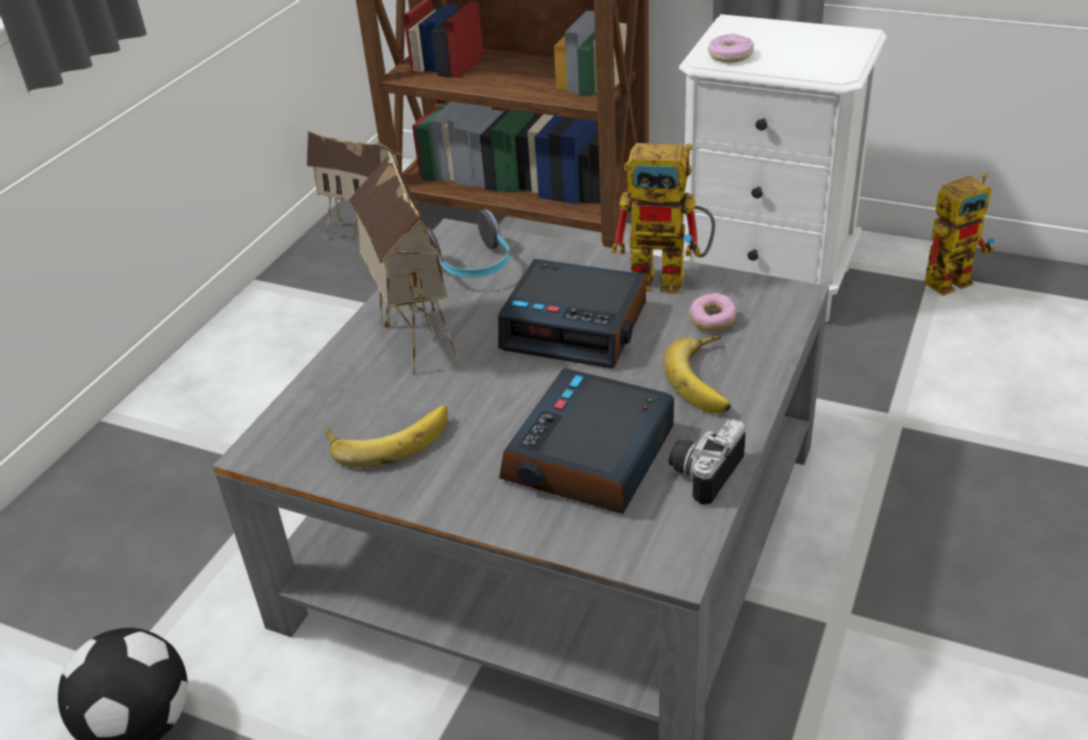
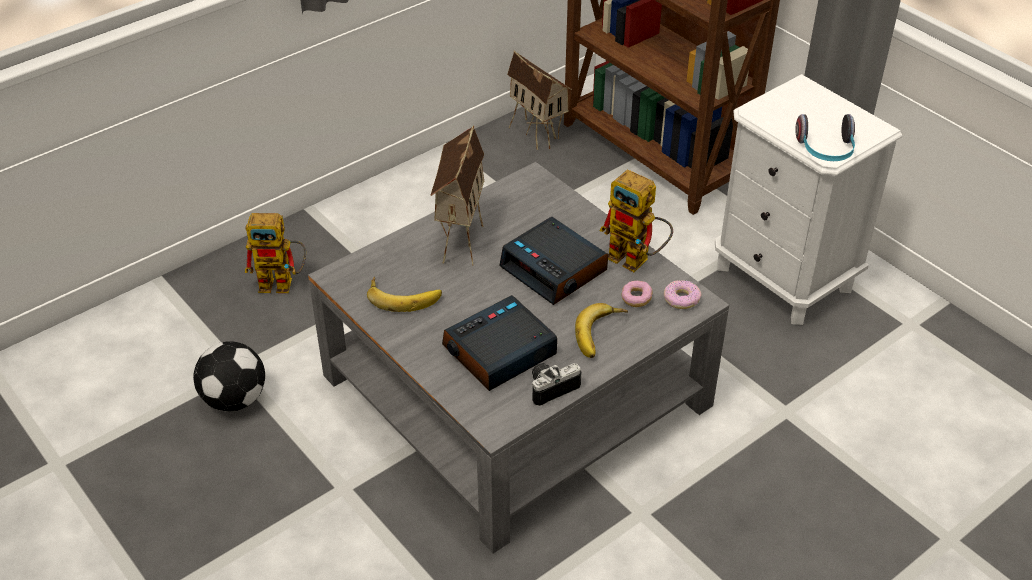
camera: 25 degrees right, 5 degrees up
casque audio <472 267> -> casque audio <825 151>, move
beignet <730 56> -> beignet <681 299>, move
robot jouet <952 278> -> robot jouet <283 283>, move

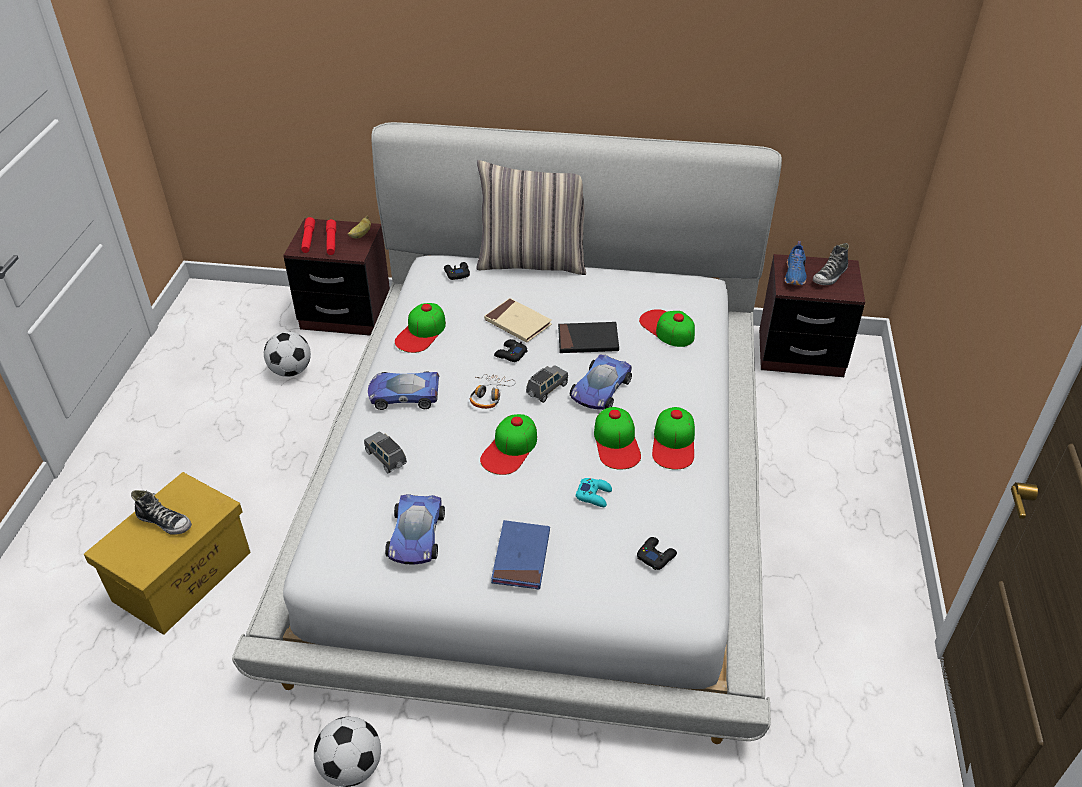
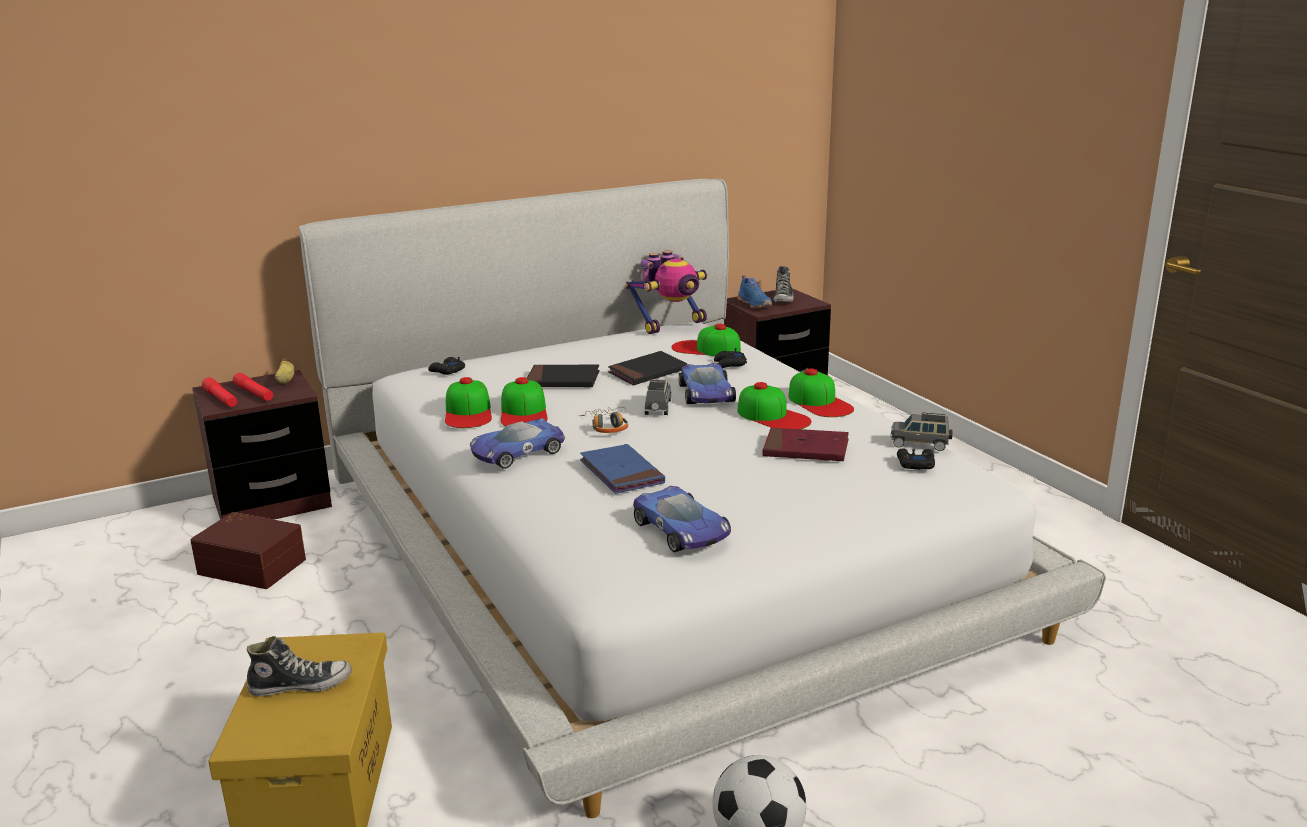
camera: 35 degrees left, 20 degrees down
ballon de foot <290 371> -> boîte de rangement/marron <253 565>
petite voiture/gris <386 458> -> petite voiture/gris <920 444>, move
coussin <533 261> -> none
casquette <510 449> -> casquette <524 412>, move
livre/beige <518 323> -> livre/noir <562 380>
livre/bleu <521 557> -> livre/bleu <621 473>, move
manette/noir <510 354> -> manette/noir <729 364>, move
manette/turquoise <594 495> -> livre/rouge <805 449>
none -> robot jouet <670 325>

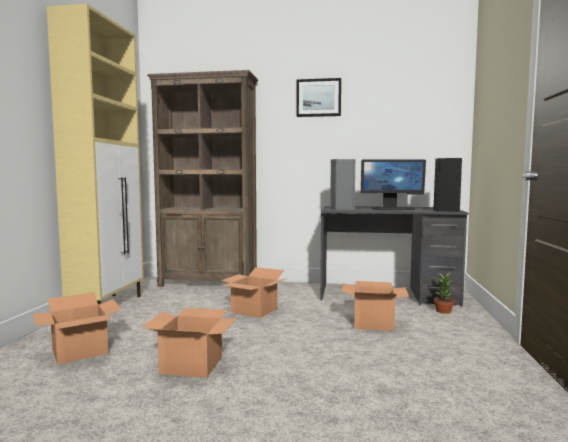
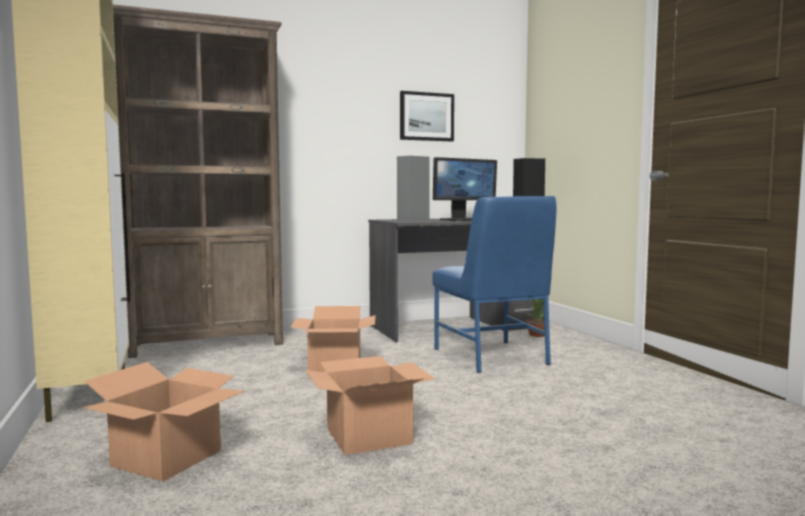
camera: 30 degrees left, 0 degrees up
tableau <318 98> -> tableau <426 116>, move
carton <372 323> -> chaise/bleu <492 356>

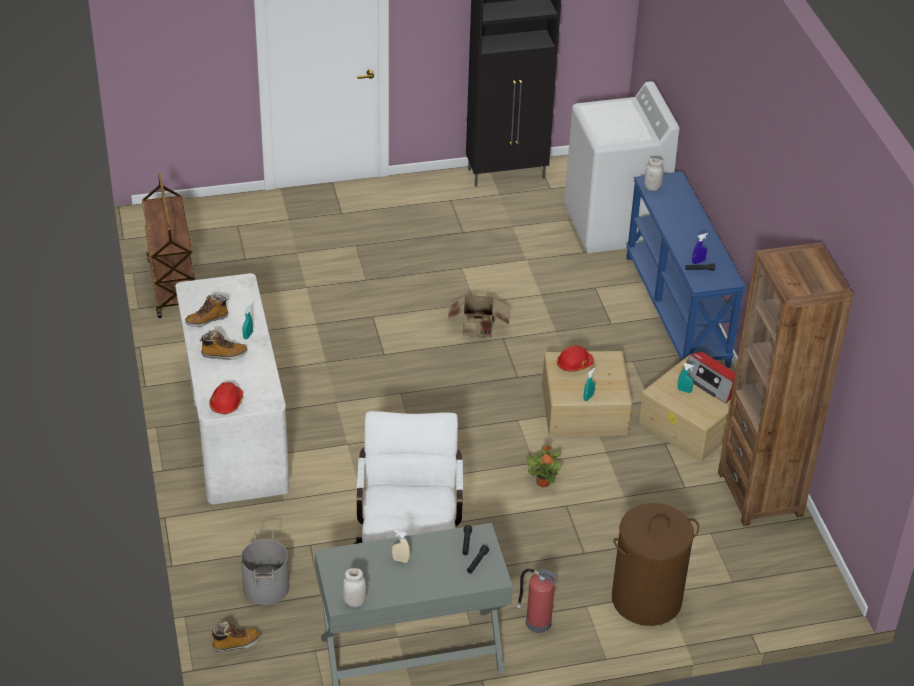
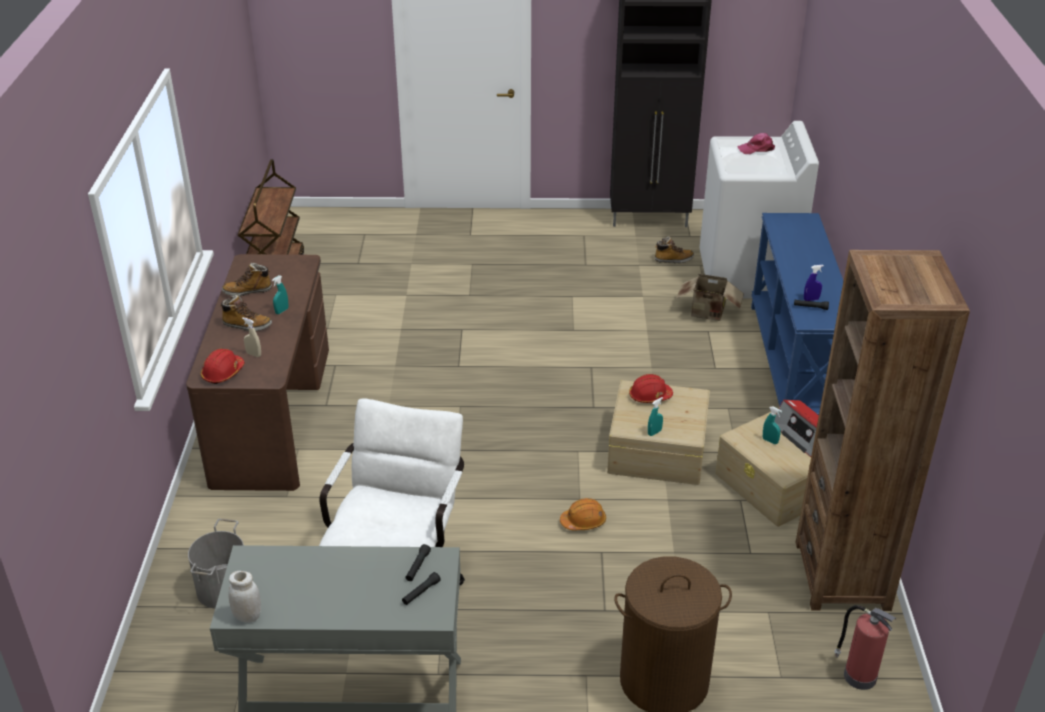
camera: 15 degrees right, 5 degrees down
bureau/blanc <234 426> -> bureau/marron <272 414>
botte <236 643> -> botte <673 260>, move
vaporisateur/beige <400 560> -> vaporisateur/beige <254 354>, move
carton <478 330> -> carton <708 314>, move
extincteur <537 622> -> extincteur <858 675>, move
plante en pot <543 482> -> casque de chantier/orange <583 521>
bocal/blanc <652 187> -> none
none -> casquette/rose <756 149>

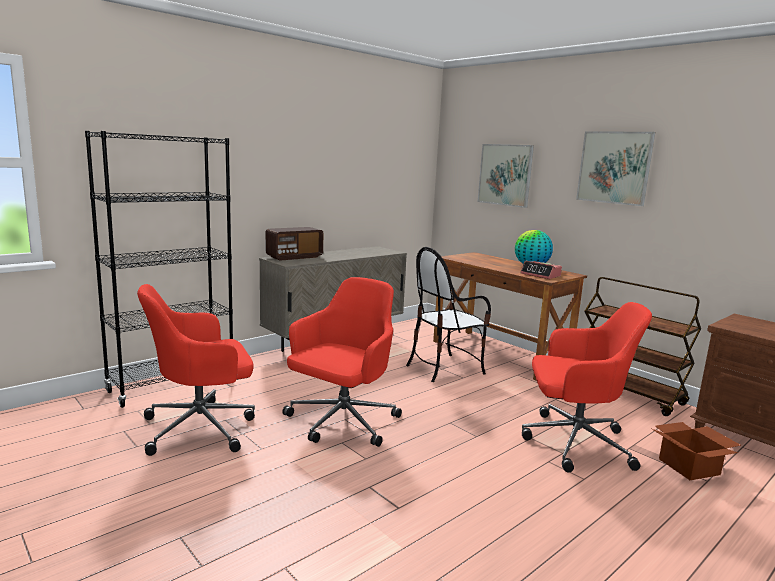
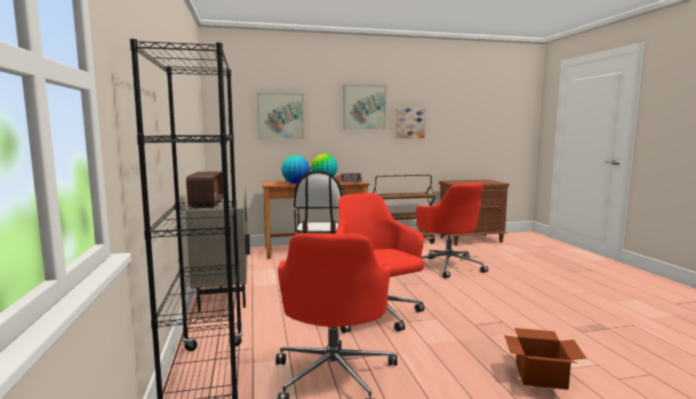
camera: 60 degrees left, 5 degrees down
chaise de bureau/rouge <573 442> -> chaise de bureau/rouge <448 266>, 120 degrees clockwise
carton <690 467> -> carton <541 375>, move
none -> globe <296 183>
none -> tableau <409 123>

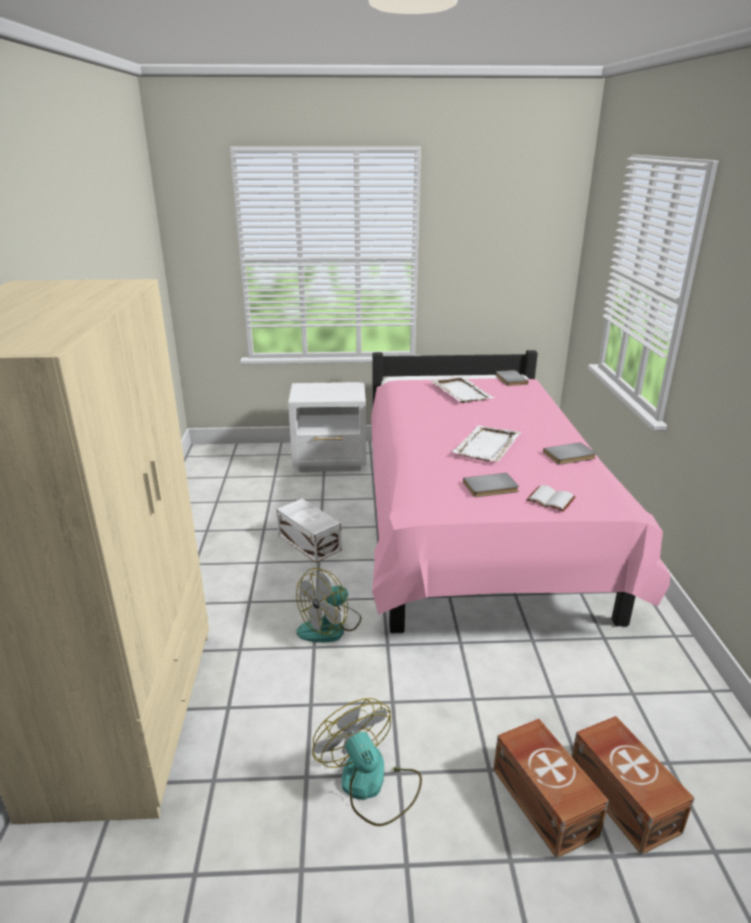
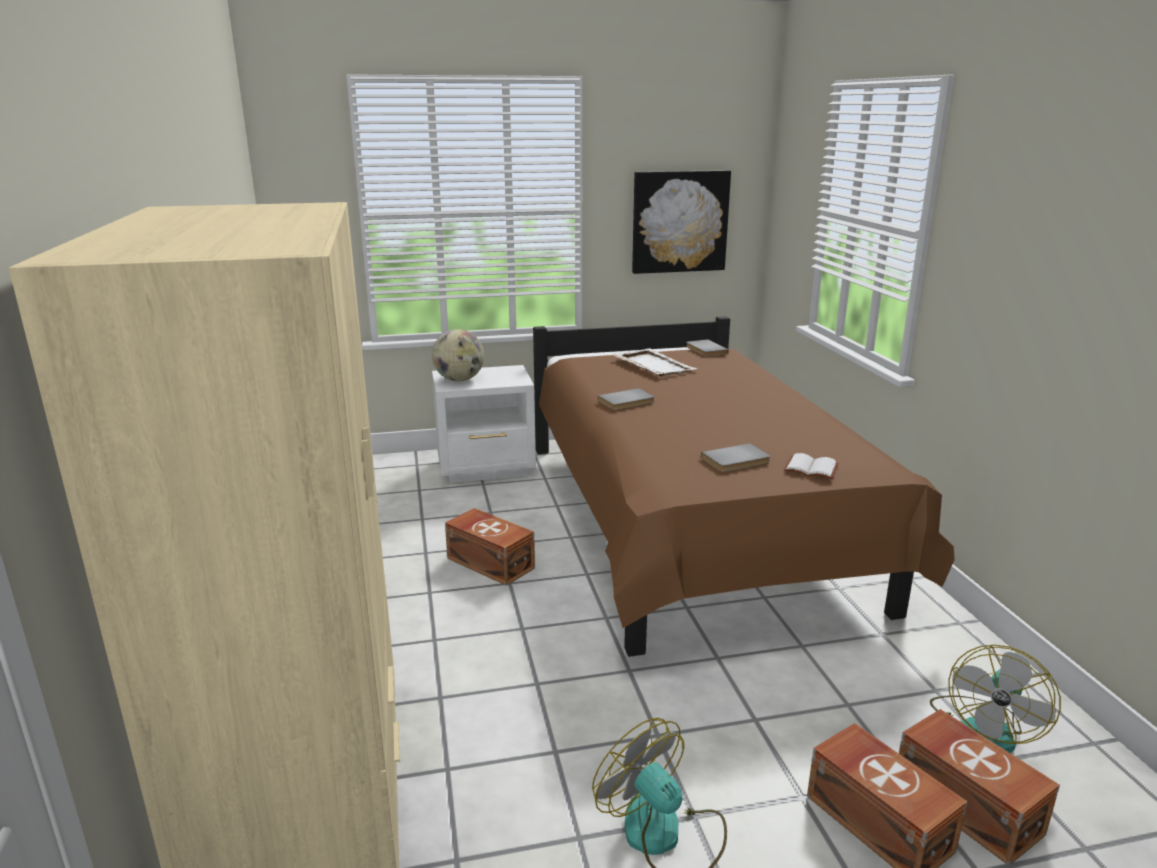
camera: 10 degrees left, 5 degrees down
boîte de rangement/blanc <309 542> -> boîte de rangement/marron <490 562>
ventilateur <330 626> -> ventilateur <983 730>, move
lit/rose <475 526> -> lit/marron <690 526>
plateau/blanc <486 446> -> none
livre/gris <570 456> -> livre/gris <627 402>, move
none -> globe <459 380>
none -> tableau <679 221>

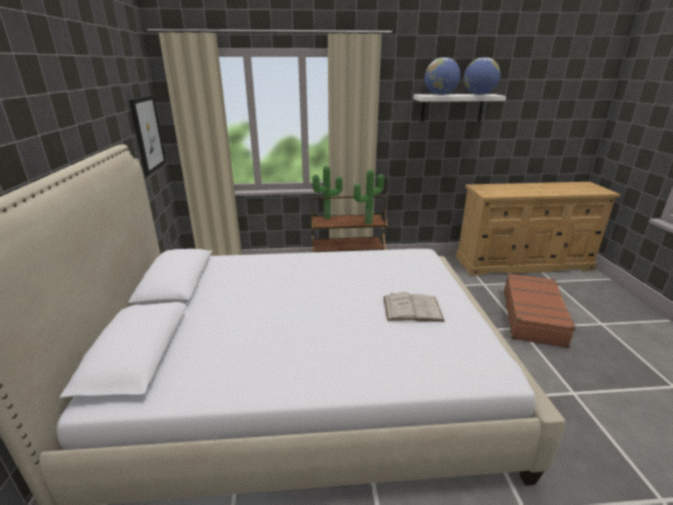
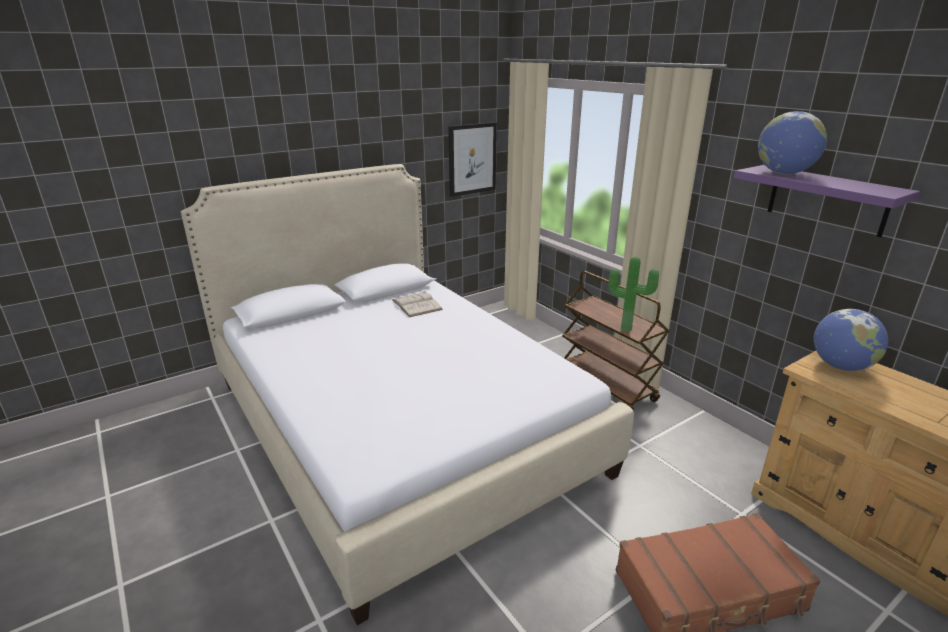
camera: 60 degrees right, 0 degrees up
plante en pot <328 218> -> none
livre/blanc <412 308> -> livre/blanc <417 305>, move
étagère/blanc <452 107> -> étagère/violet <827 200>
globe <479 94> -> globe <841 366>, move

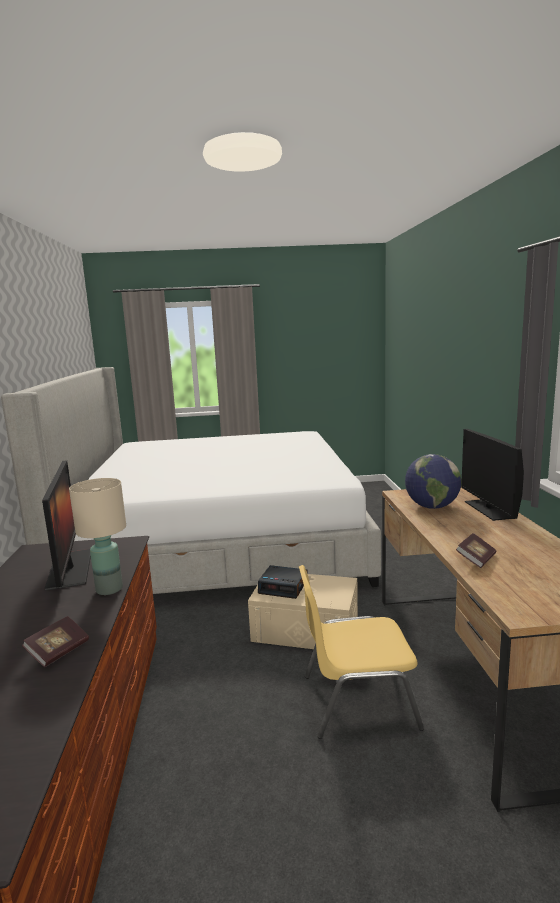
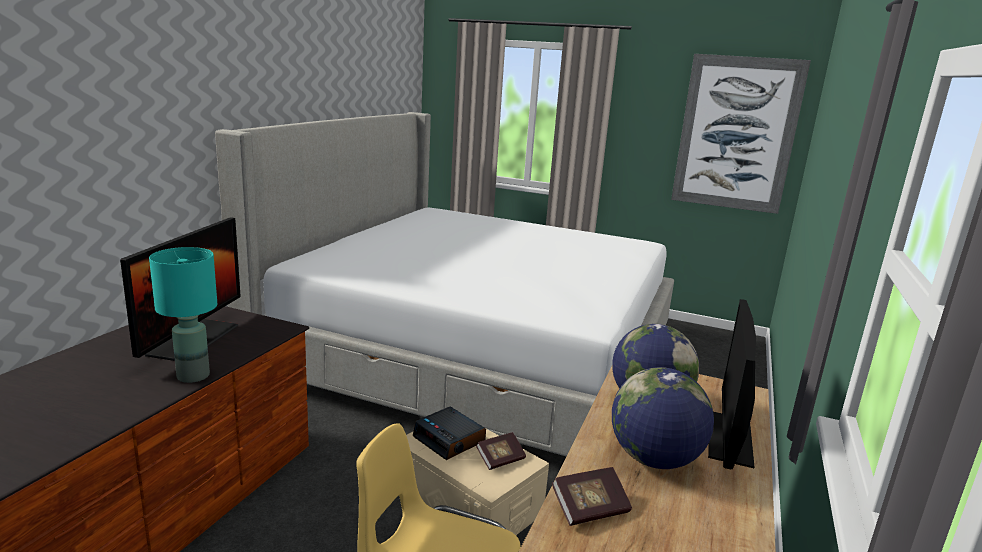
camera: 25 degrees right, 5 degrees up
livre <58 651> -> livre <500 459>, move
lampe de table/beige <108 589> -> lampe de table/turquoise <192 376>
none -> globe <654 459>
none -> tableau <736 134>

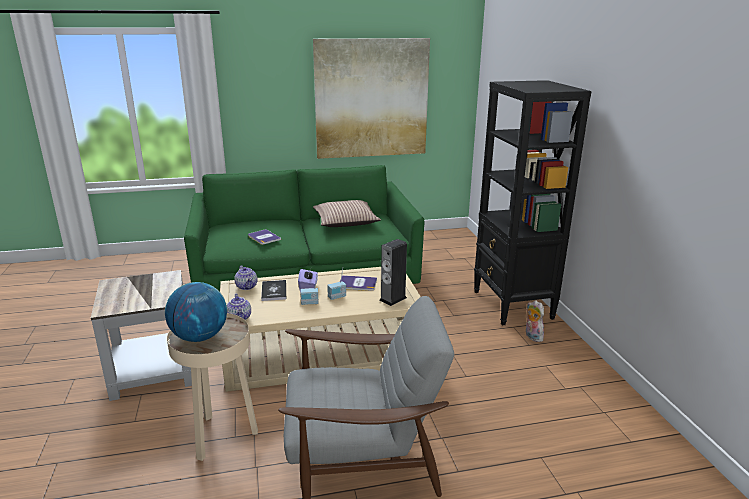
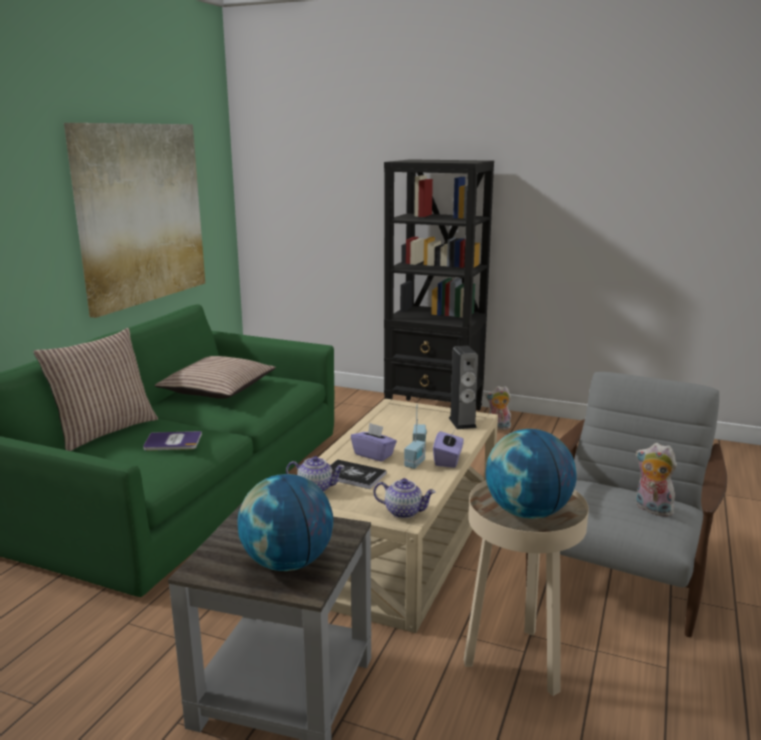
camera: 55 degrees left, 5 degrees down
livre <357 284> -> none
none -> coussin <105 430>
none -> globe <287 563>
none -> boîte à mouchoirs/violet <448 460>
none -> peluche <651 509>

